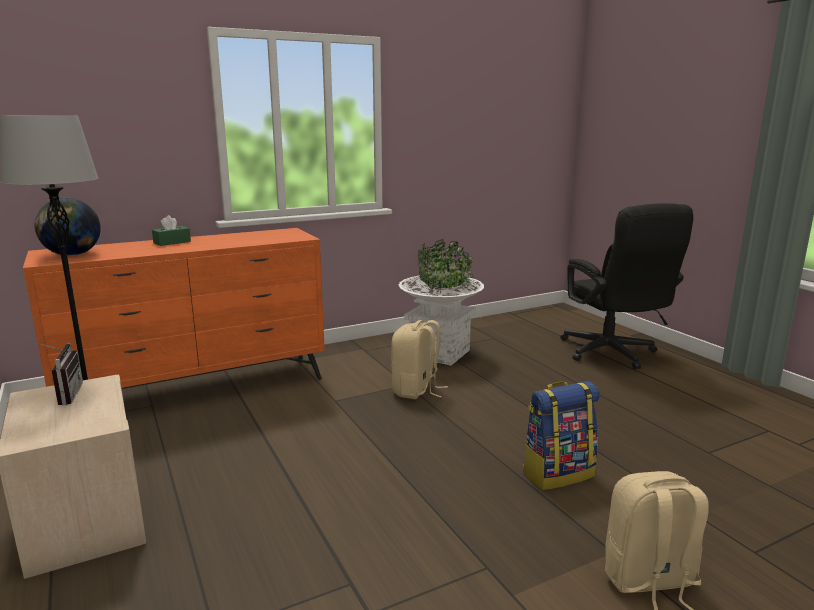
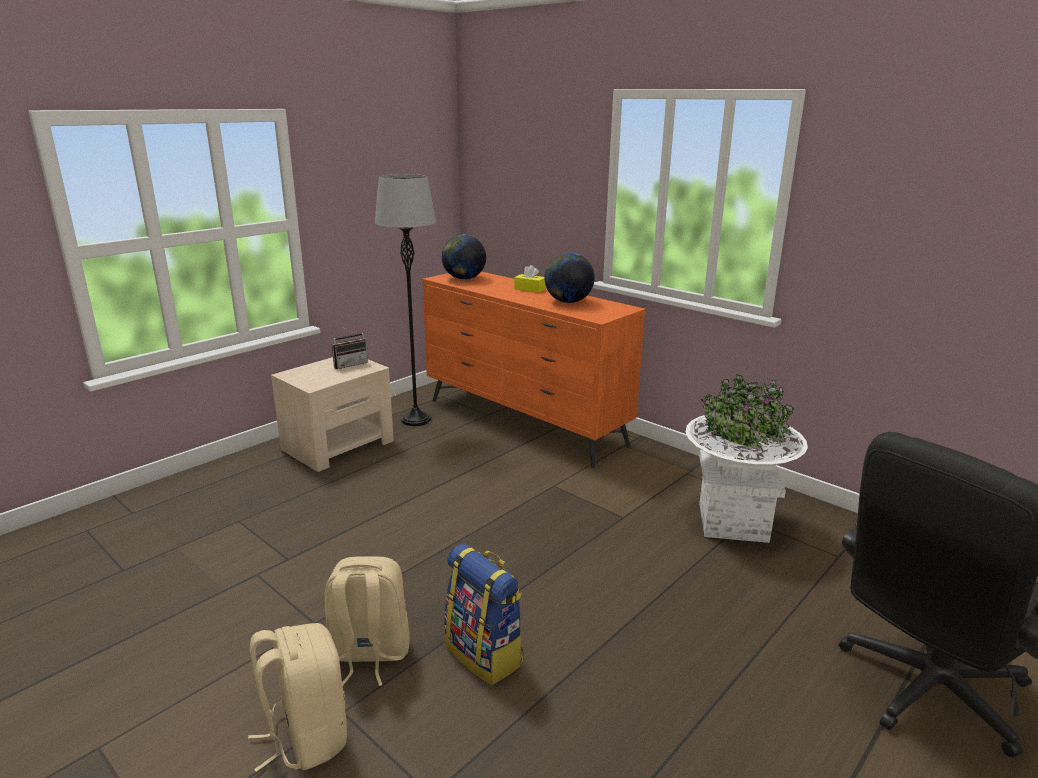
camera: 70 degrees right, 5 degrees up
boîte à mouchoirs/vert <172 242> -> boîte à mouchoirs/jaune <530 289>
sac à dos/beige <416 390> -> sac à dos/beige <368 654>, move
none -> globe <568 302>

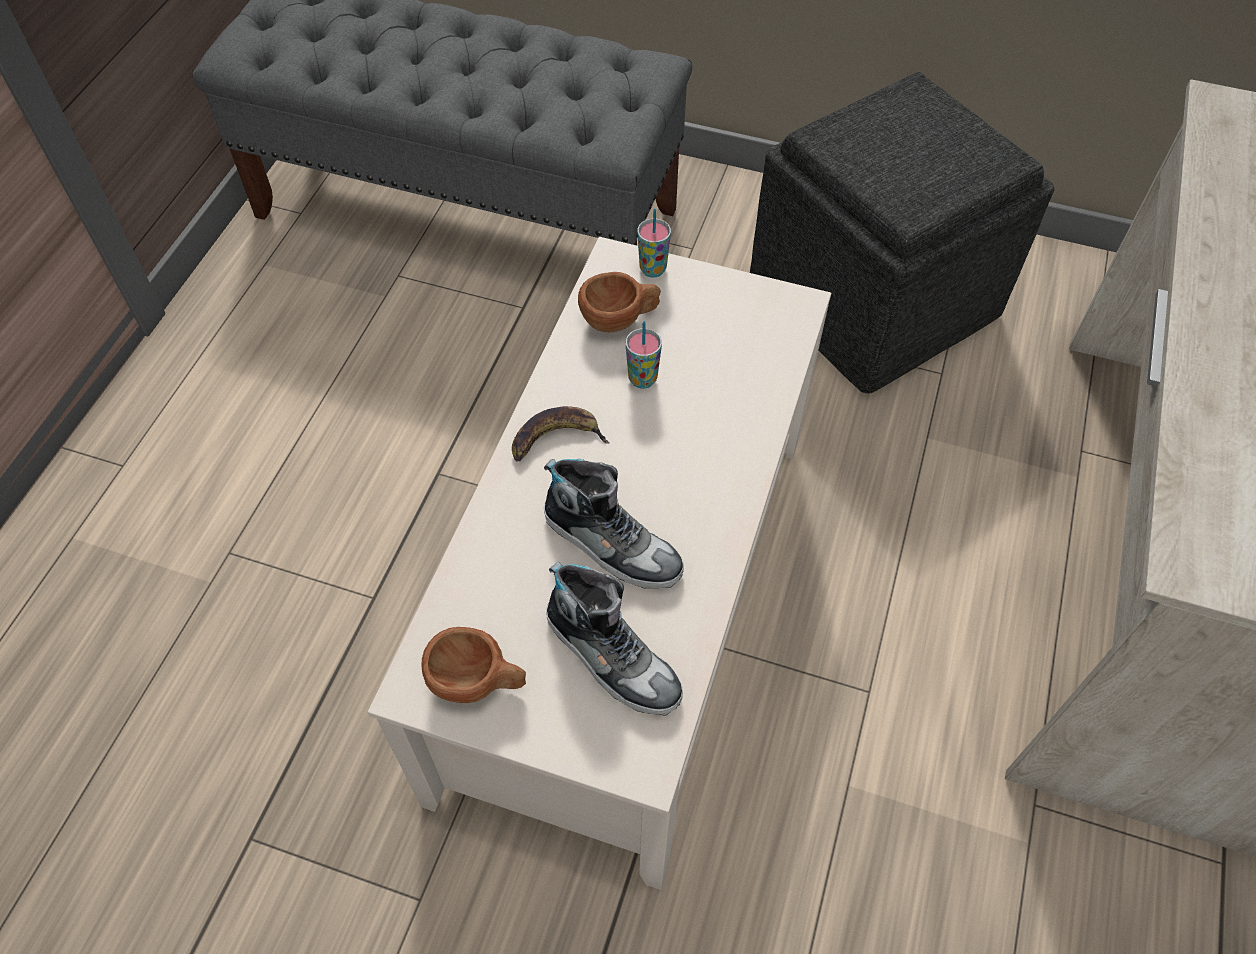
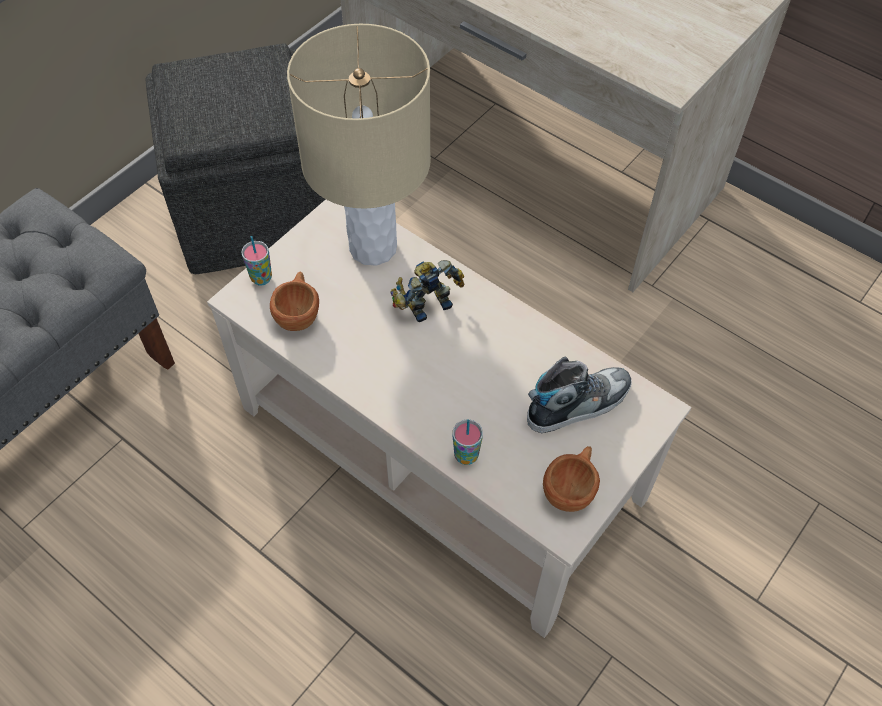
camera: 70 degrees left, 0 degrees up
banane <555 439> -> none
chaussure <612 543> -> none
tasse <642 379> -> tasse <466 456>, move
none -> lampe de table/beige <372 247>
none -> robot jouet <426 303>

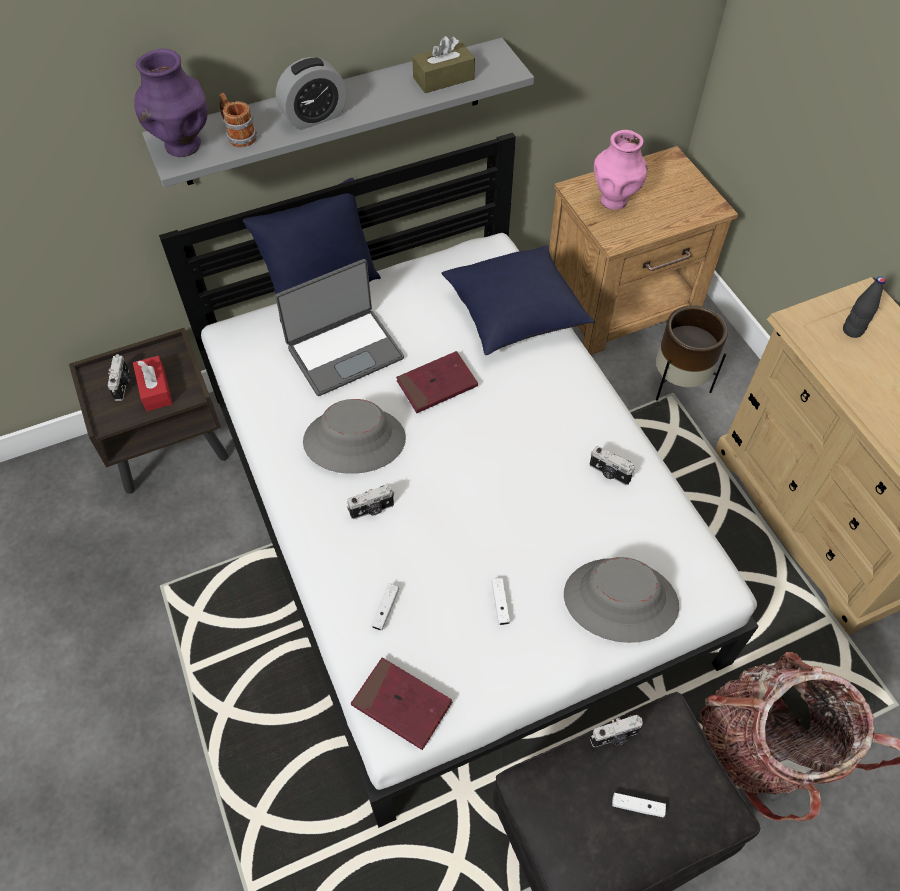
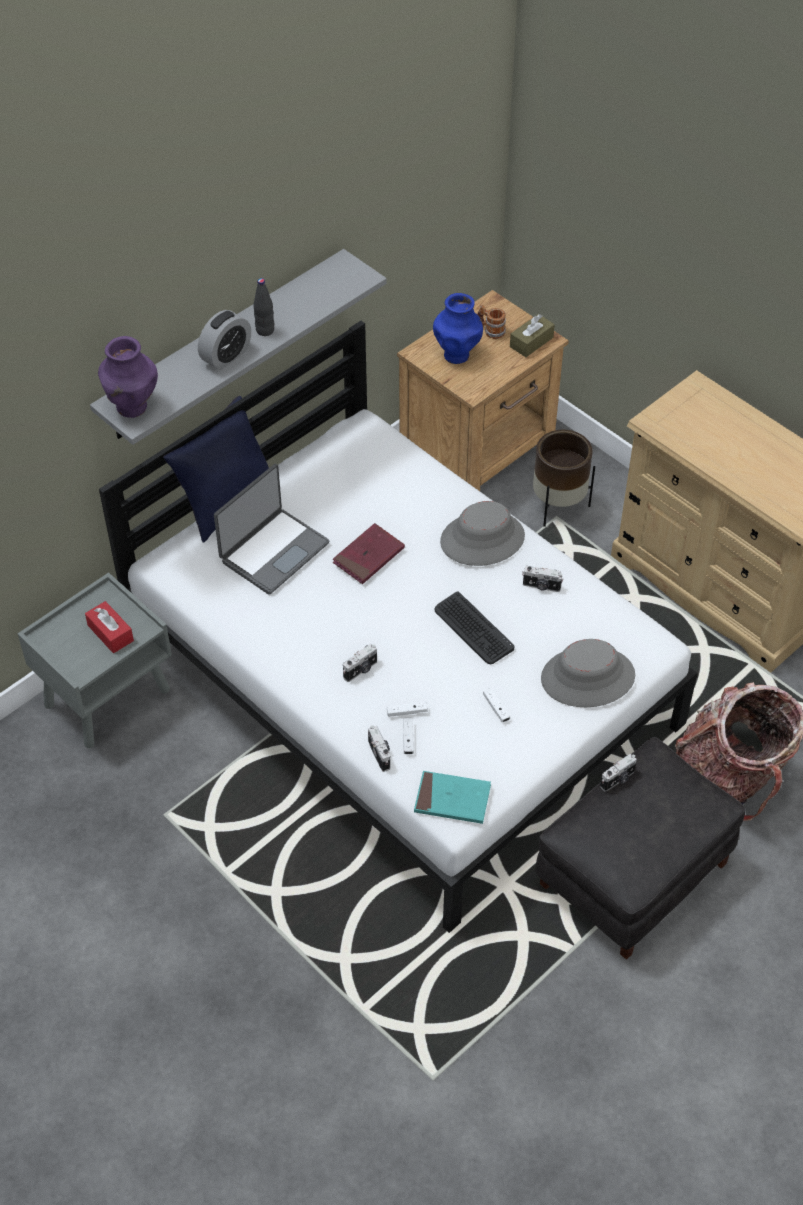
camera: 20 degrees left, 5 degrees down
table de chevet/marron <170 447> -> table de chevet/gris <108 697>
appareil photo <123 384> -> appareil photo <380 754>, move
mug <238 135> -> mug <490 330>, move
chapeau/gris <354 440> -> chapeau/gris <482 539>, move
livre/rouge <401 704> -> livre/turquoise <452 799>
boîte à mouchoirs/marron <443 78> -> boîte à mouchoirs/marron <531 342>, move
coussin/bleu <515 315> -> none
vase/rose <614 200> -> vase/bleu <457 354>
manette/blanc <637 806> -> manette/blanc <407 712>, move
bouteille/noir <852 330> -> bouteille/noir <265 330>, move
none -> clavier <473 629>

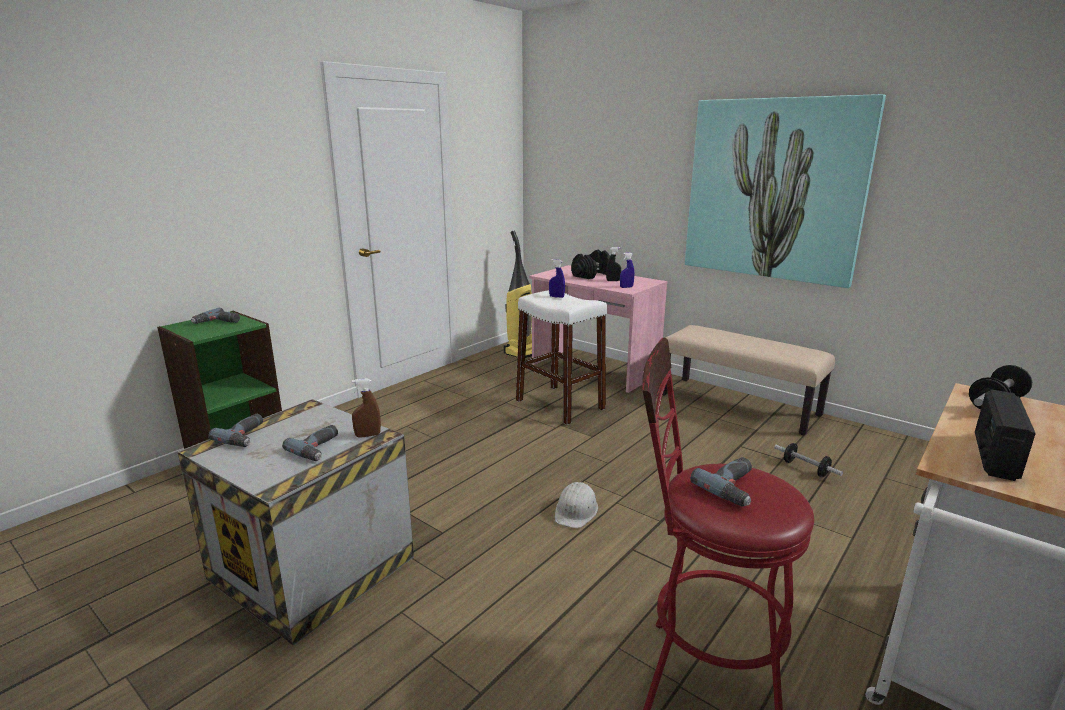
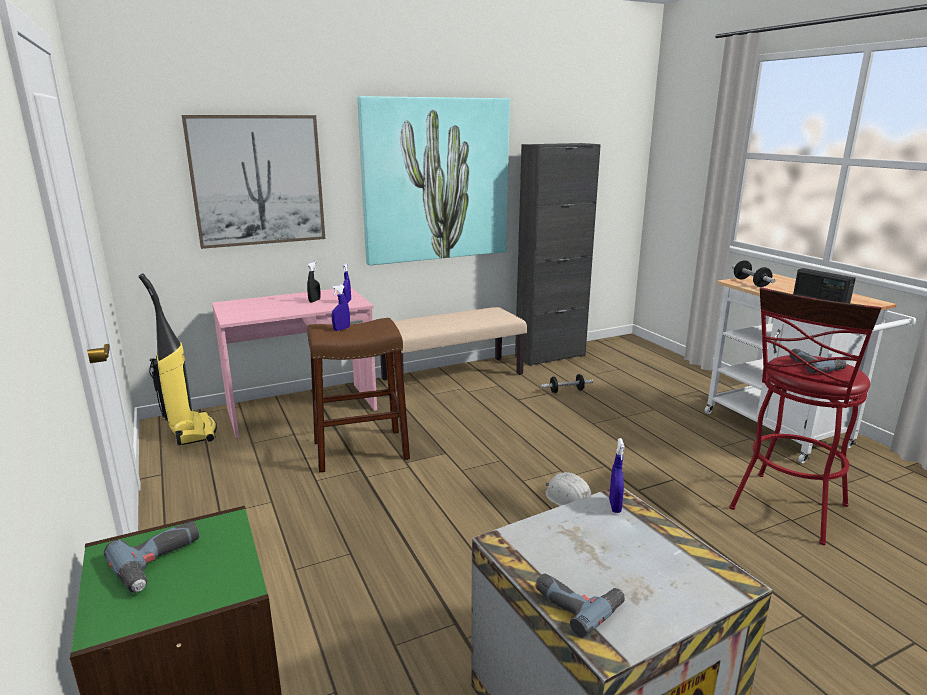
camera: 65 degrees left, 0 degrees up
perceuse <320 448> -> none
vaporisateur/marron <368 435> -> vaporisateur/bleu <615 506>
tabouret/blanc <560 404> -> tabouret/marron <360 450>
haltère/noir <591 275> -> none
none -> tableau <258 181>
none -> meuble de rangement/noir <550 356>

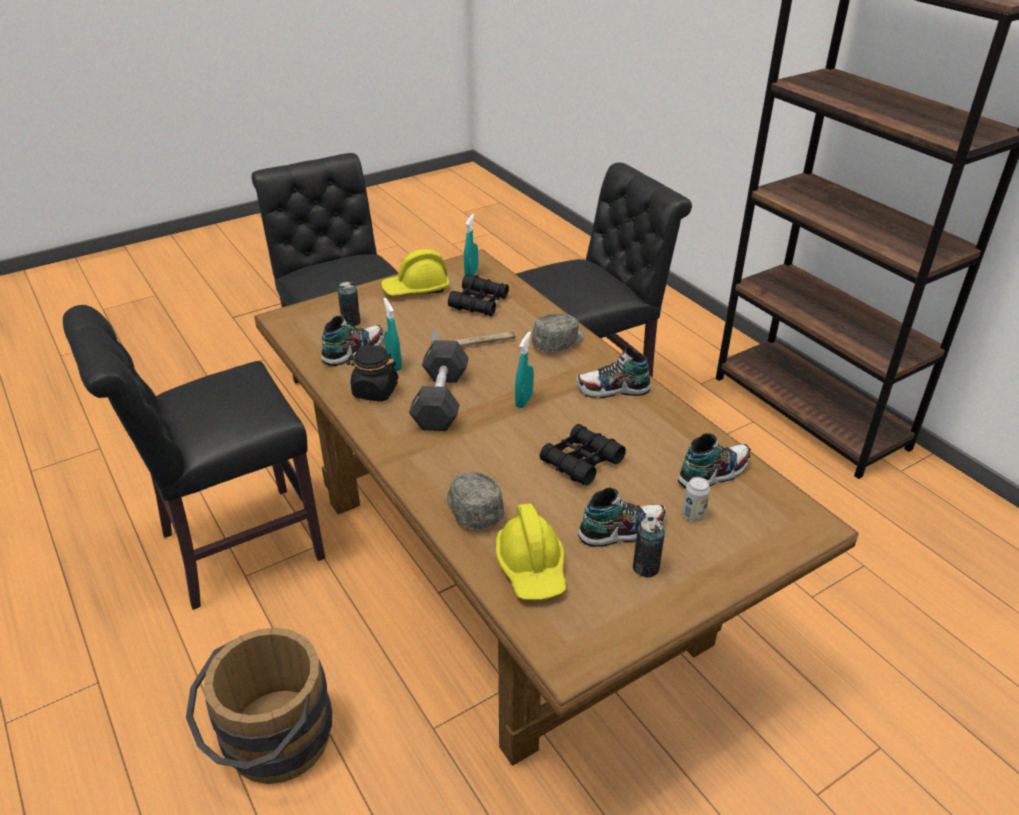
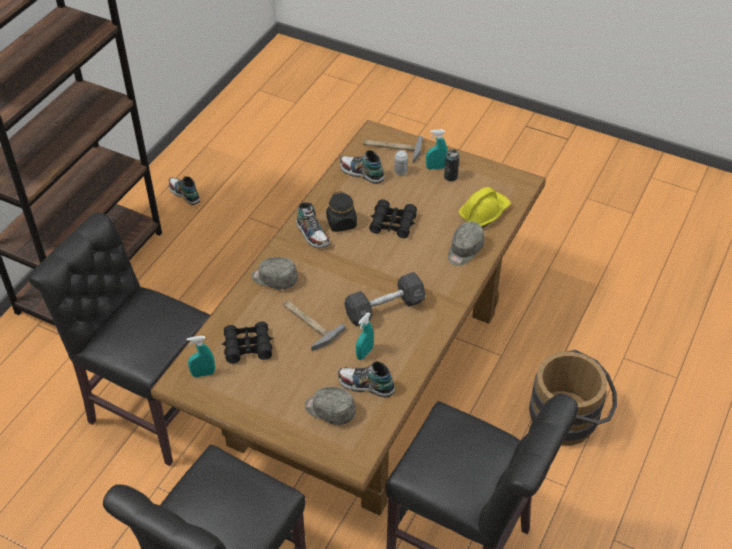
camera: 120 degrees left, 10 degrees up
boîte métallique <351 322> -> casquette/gris <329 410>
bocal/noir <374 391> -> bocal/noir <341 223>, move
casque de chantier/jaune <416 289> -> none
vaporisateur/turquoise <524 401> -> vaporisateur/turquoise <436 167>, move
chaussure <621 531> -> chaussure <184 194>, move
none -> marteau <392 148>

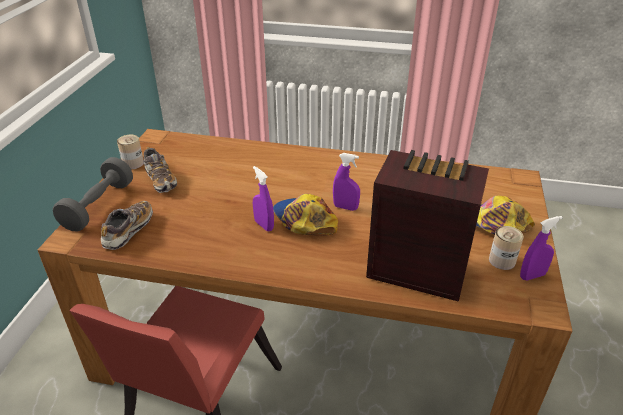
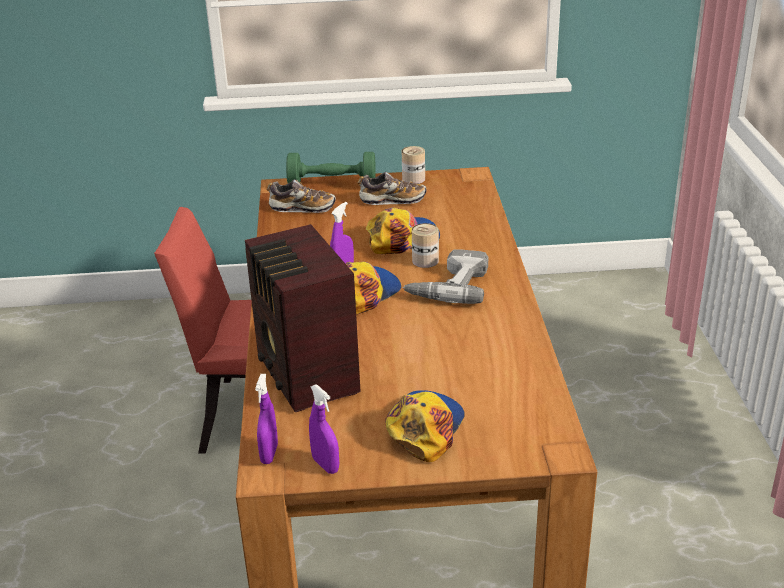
camera: 75 degrees right, 5 degrees down
haltère/gris <98 206> -> haltère/vert <332 184>
chaussure <161 180> -> chaussure <392 200>, 135 degrees counterclockwise
vaporisateur/violet <345 207> -> vaporisateur/violet <269 454>, move
radio <415 269> -> radio <306 376>, 150 degrees clockwise
boîte métallique <502 260> -> boîte métallique <425 261>, move
none -> casquette <402 239>
none -> perceuse <448 285>

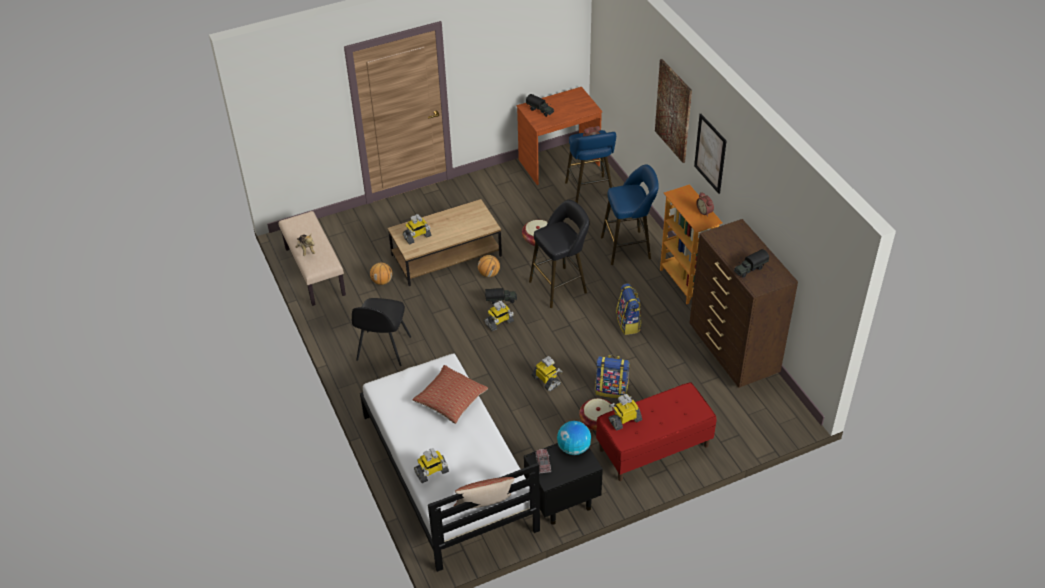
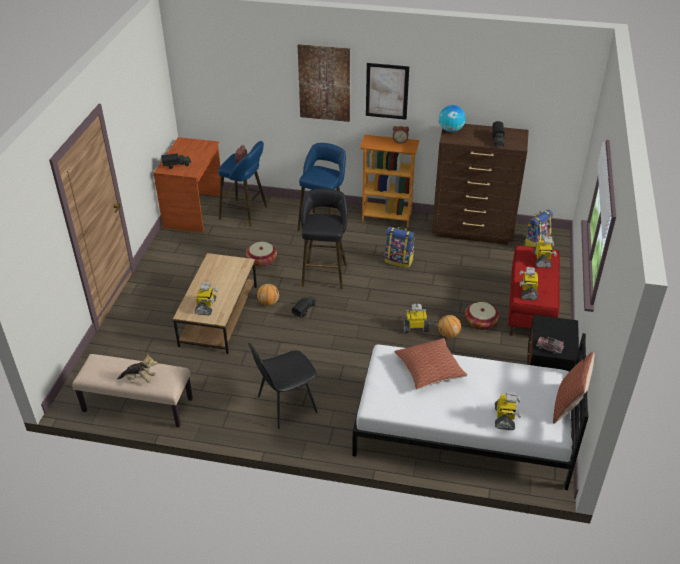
camera: 55 degrees left, 5 degrees down
chaise/noir <383 349> -> chaise/noir <285 405>, 105 degrees clockwise
ballon de basket <382 281> -> ballon de basket <448 334>, move
robot jouet <499 323> -> robot jouet <542 260>, move
globe <573 448> -> globe <451 130>, move
sac à dos <612 390> -> sac à dos <535 245>, move

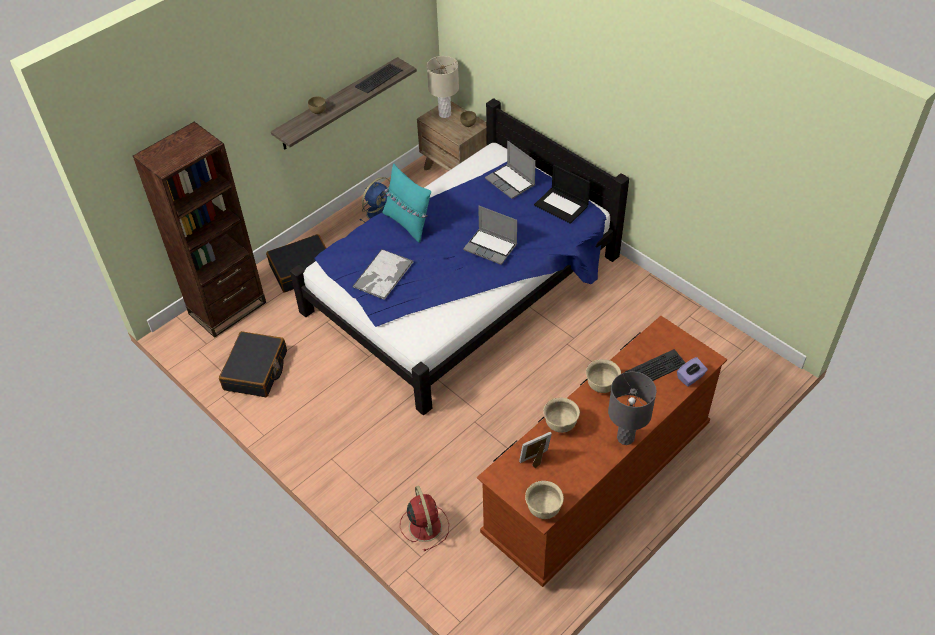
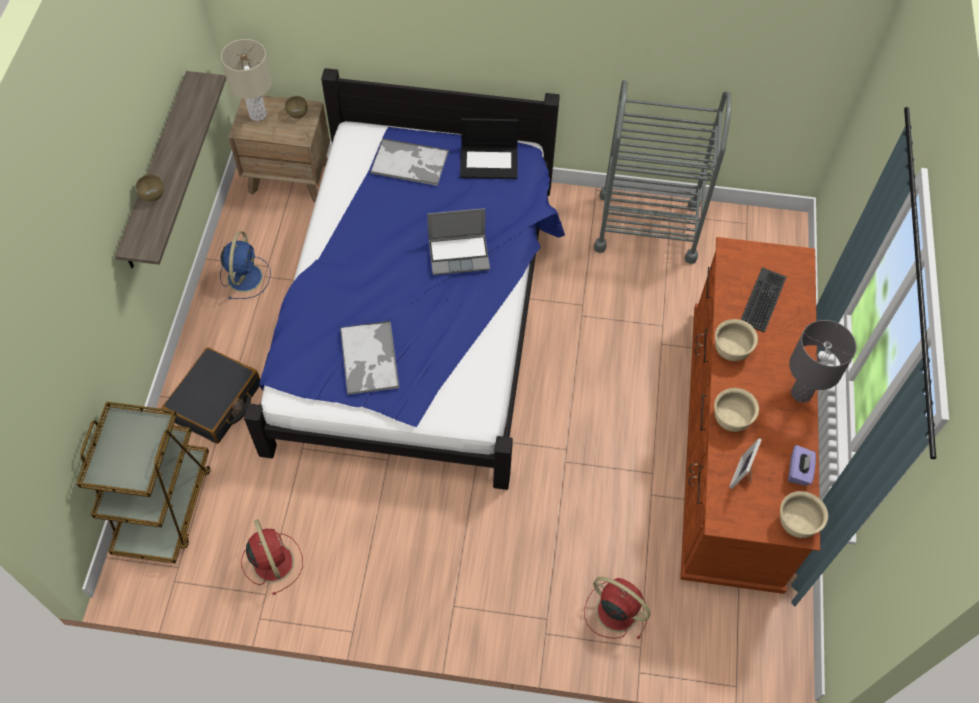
camera: 40 degrees left, 10 degrees up
bibliothèque/marron <227 308> -> chariot/marron <164 506>
valise/noir <256 371> -> ventilateur/rouge <272 561>
clavier <378 78> -> none
coussin/turquoise <408 223> -> none
ordinateur portable <511 182> -> plateau <410 163>
boîte à mouchoirs/violet <690 377> -> boîte à mouchoirs/violet <799 471>, move
none -> chariot/gris <647 227>

